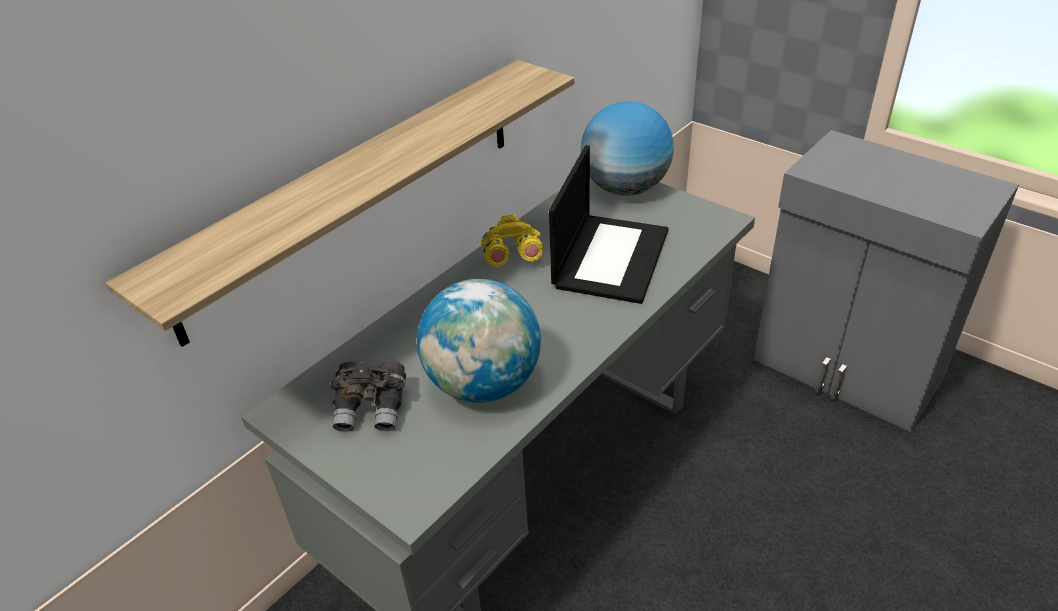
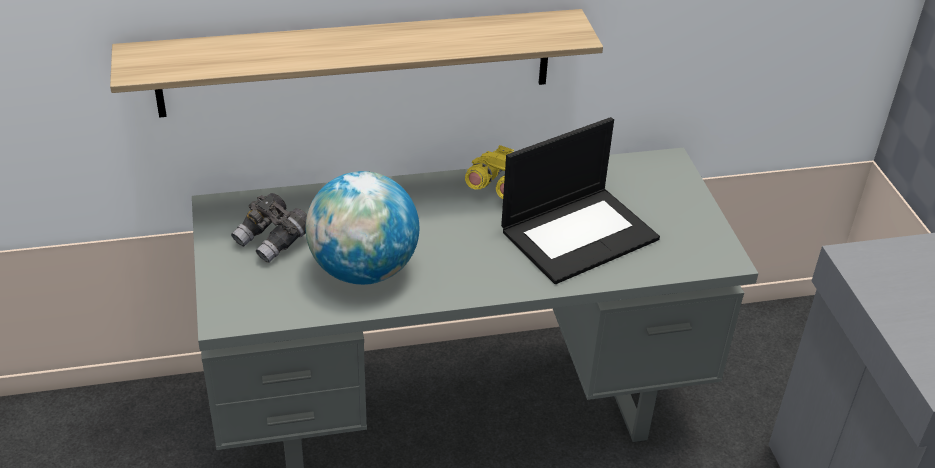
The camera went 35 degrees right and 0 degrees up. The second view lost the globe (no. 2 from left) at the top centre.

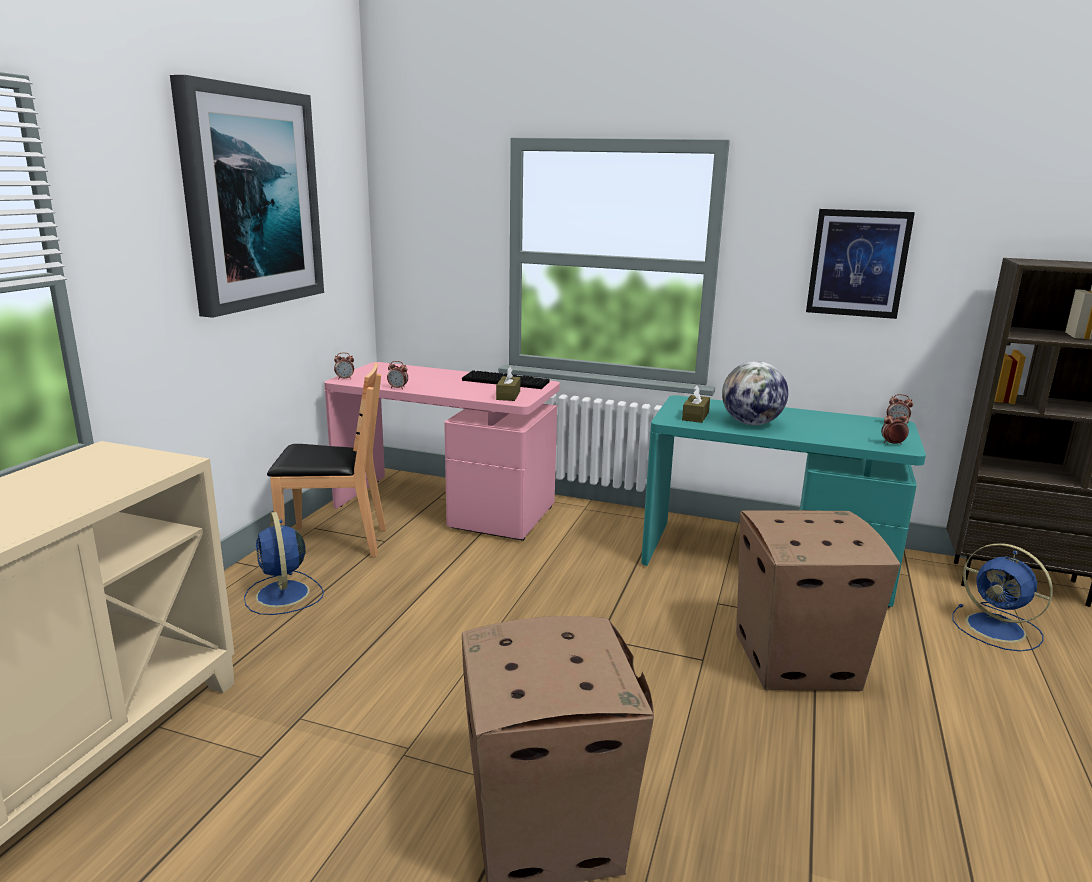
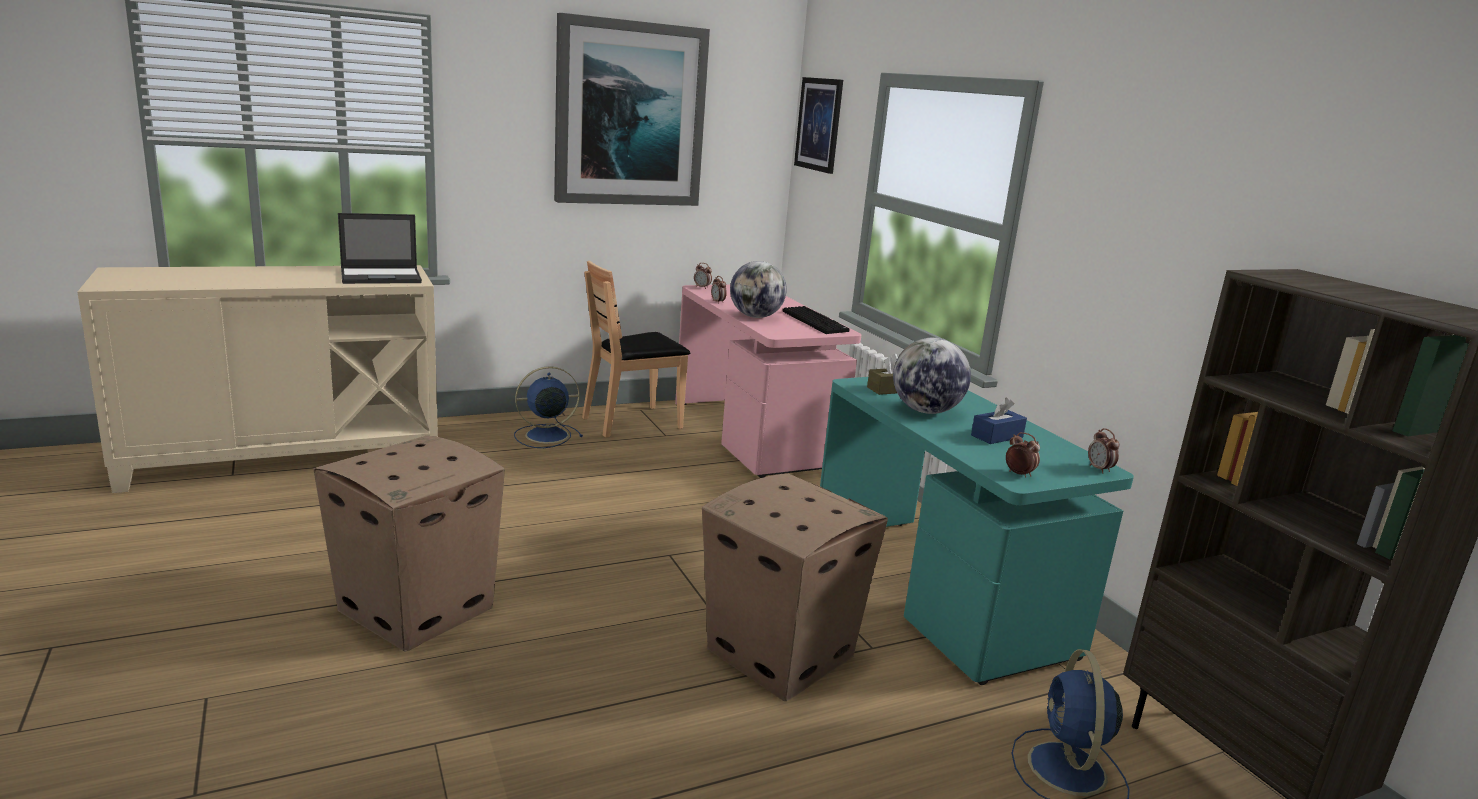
The camera went 45 degrees right and 0 degrees up. The second view lost the brown tissue box (no. 1 from left) at the centre. The second view gained the laptop at the top left. The second view gained the globe (no. 1 from left) at the centre. The second view gained the blue tissue box at the middle right. The picture (no. 2 from left) ended up elsewhere, having gone from the top right to the top centre. The blue fan (no. 1 from left) at the middle left ended up facing another way, 45 degrees clockwise from before. The brown chair at the middle left ended up facing another way, 105 degrees clockwise from before.

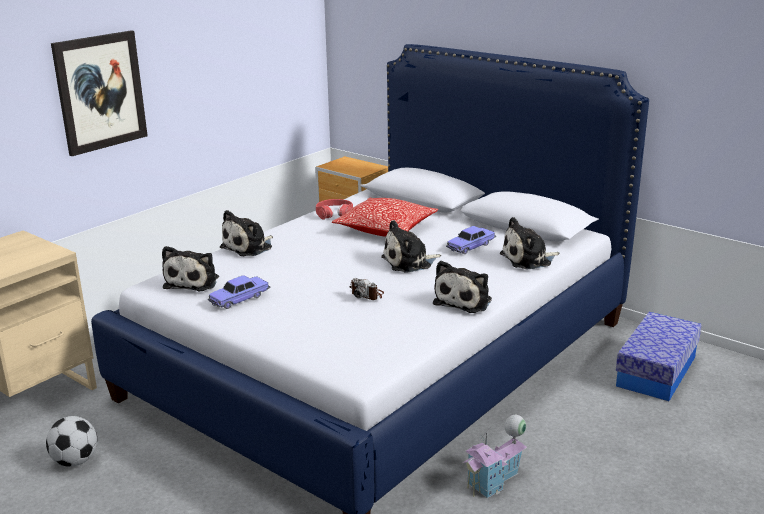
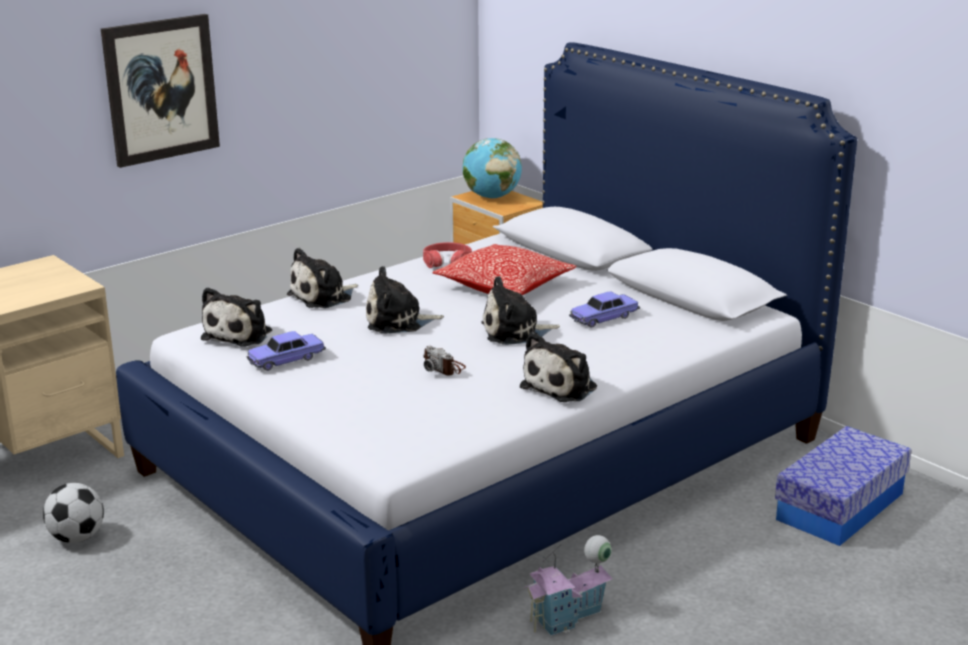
The camera went 10 degrees right and 0 degrees up. The second view gained the globe at the top centre. The plush toy (no. 5 from left in the first image) ended up elsewhere, having gone from the middle right to the centre.

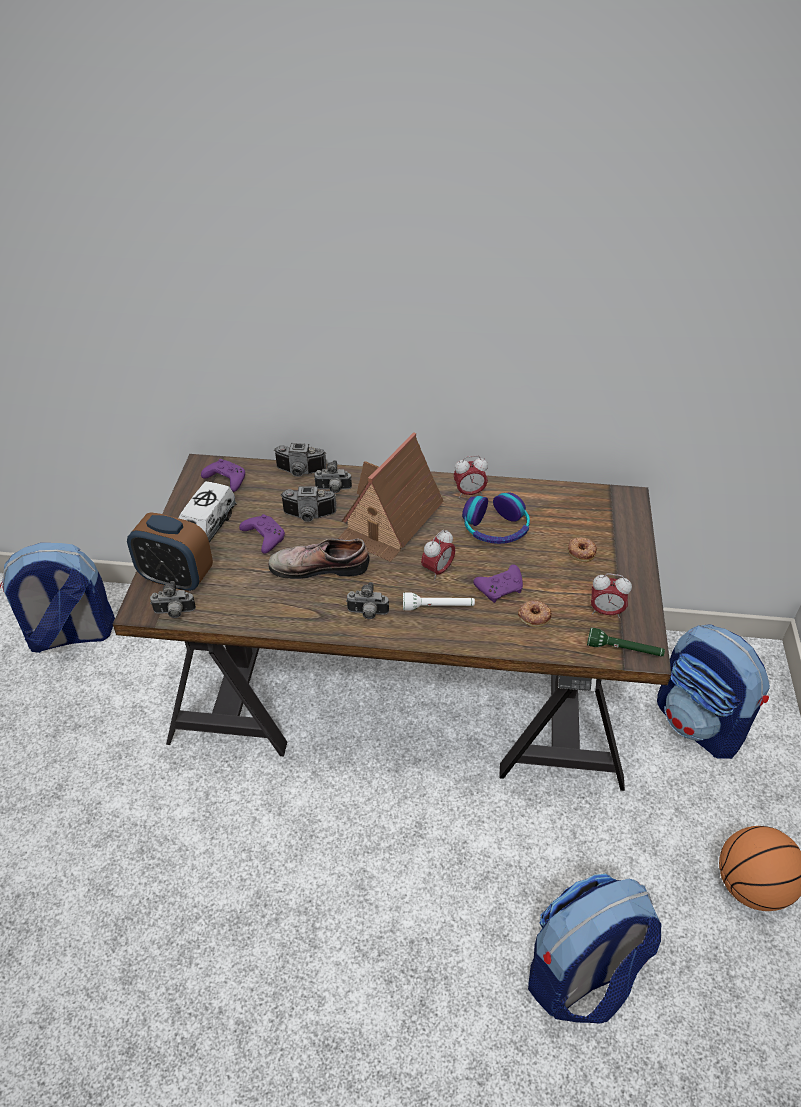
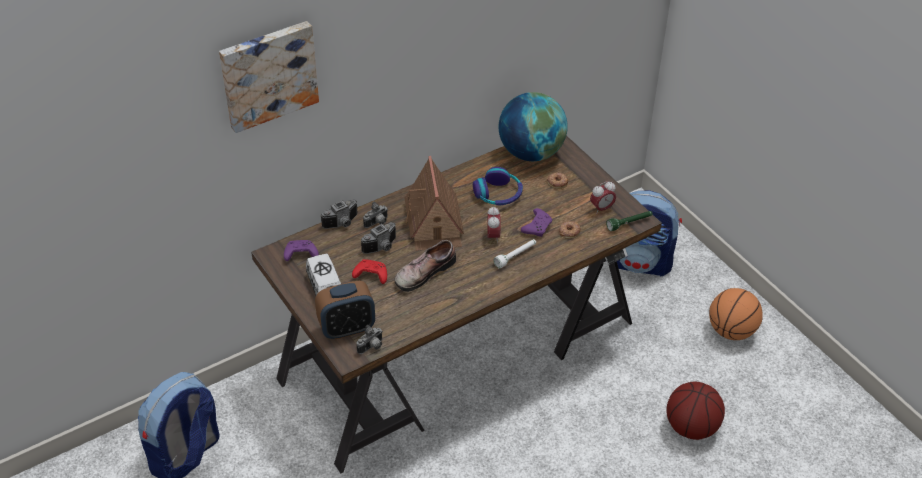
The camera went 40 degrees left and 0 degrees up. The second view lost the photo camera (no. 5 from left) at the centre. The second view lost the alarm clock (no. 3 from left) at the centre. The second view gained the picture at the top left. The second view gained the globe at the top centre. Where the backpack (no. 2 from left) stood at the bottom right, the basketball (no. 1 from left) came to stand at the bottom right. What was the purple game controller (no. 2 from left) at the middle left turned into the red game controller at the centre.

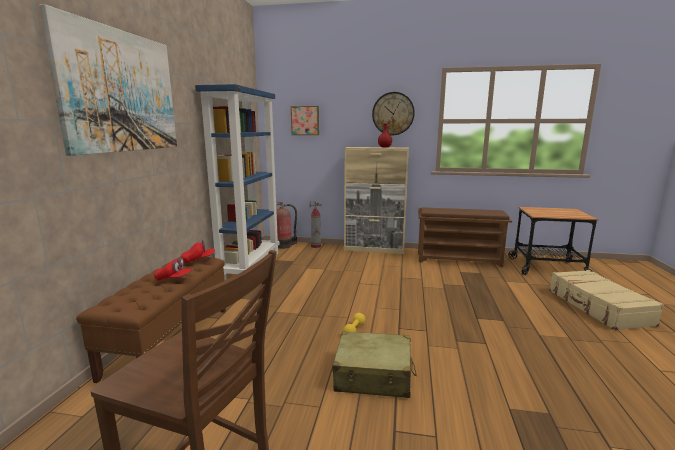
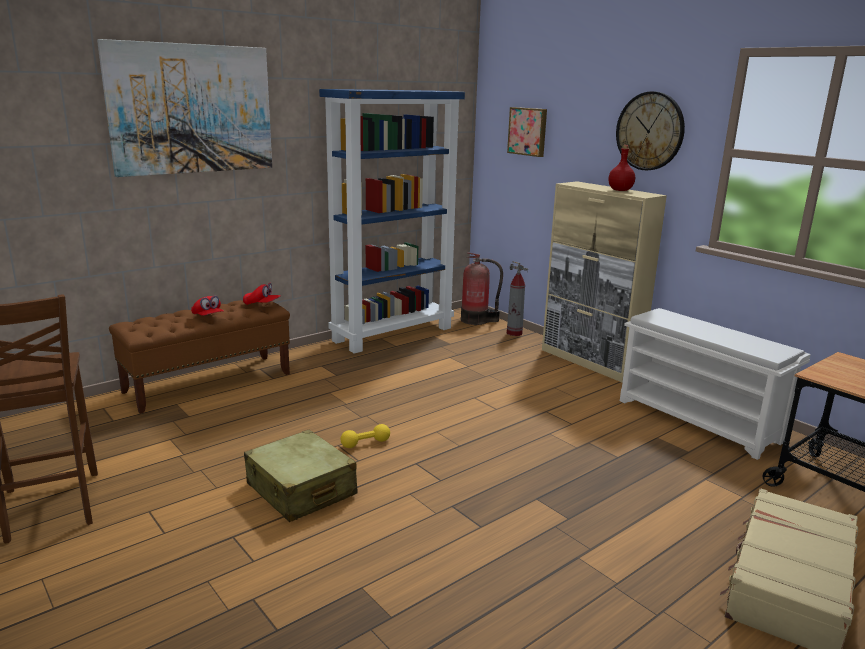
The camera went 40 degrees right and 5 degrees up. What was the brown shoe rack at the middle right turned into the white shoe rack at the middle right.

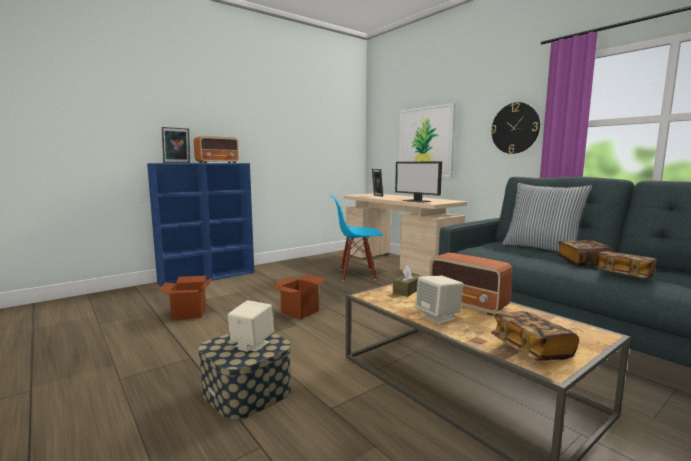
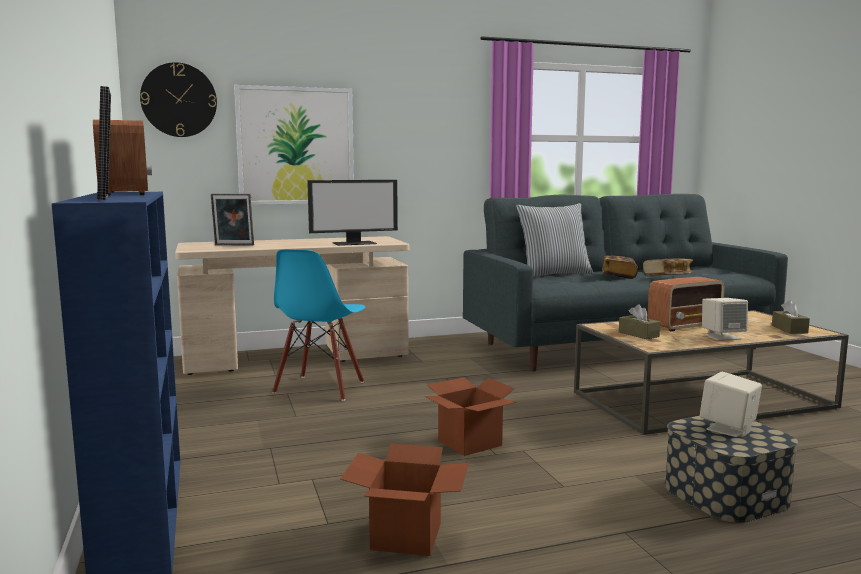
The camera went 70 degrees left and 0 degrees up. The wall clock ended up elsewhere, having gone from the top right to the top left. Where the book (no. 1 from left) stood at the bottom right, the brown tissue box (no. 2 from left) came to stand at the middle right.

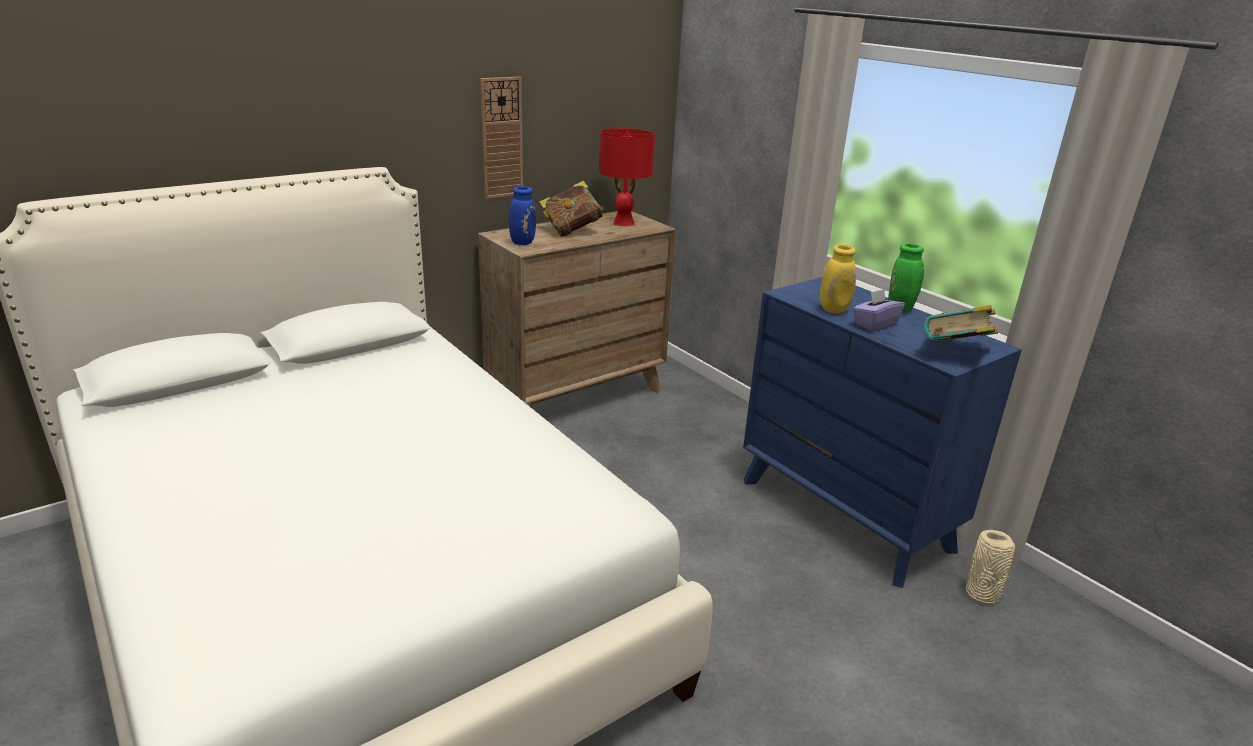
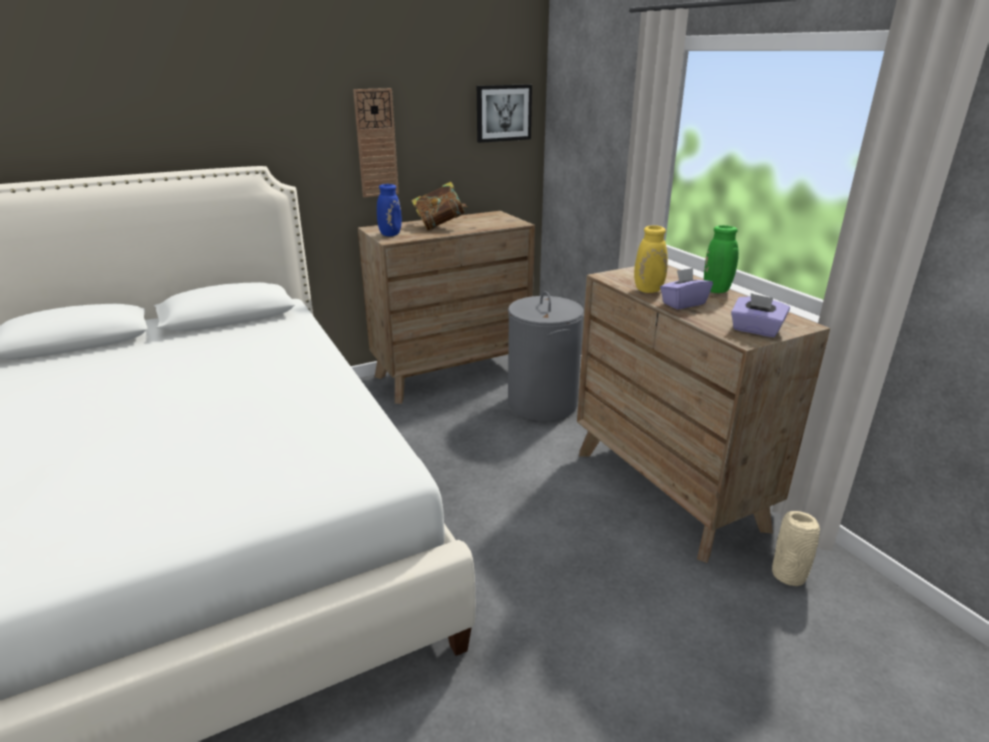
The camera went 10 degrees right and 0 degrees up. The second view lost the red table lamp at the top centre. The second view gained the picture at the top centre. The second view gained the grey laundry basket at the centre. Where the book (no. 2 from left) stood at the middle right, the purple tissue box (no. 2 from left) came to stand at the middle right. What was the blue dresser at the middle right turned into the brown dresser (no. 2 from left) at the middle right.

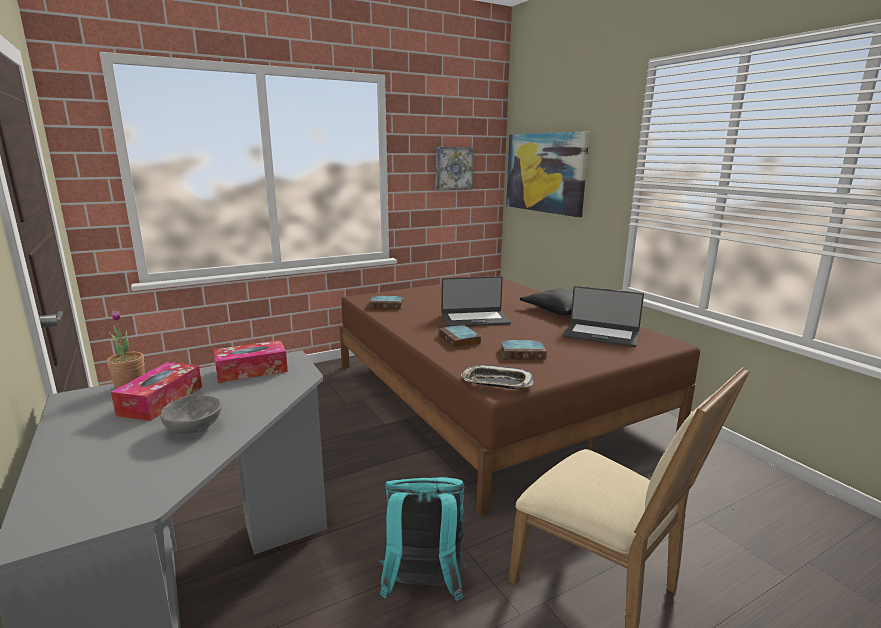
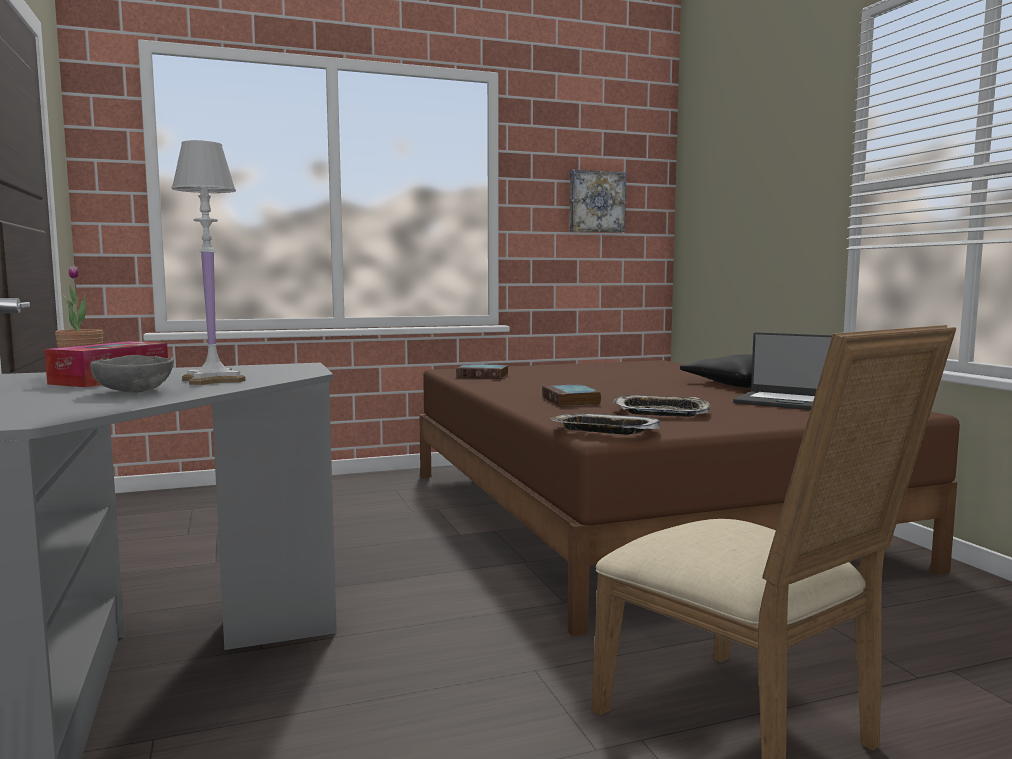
The camera went 10 degrees right and 10 degrees down. The second view lost the tissue box (no. 2 from left) at the middle left. The second view lost the turquoise backpack at the bottom centre. The second view lost the laptop (no. 1 from left) at the centre. The second view lost the picture (no. 2 from left) at the top centre. The second view gained the white table lamp at the middle left. Where the book (no. 3 from left) stood at the centre, the tray (no. 2 from left) came to stand at the centre.

